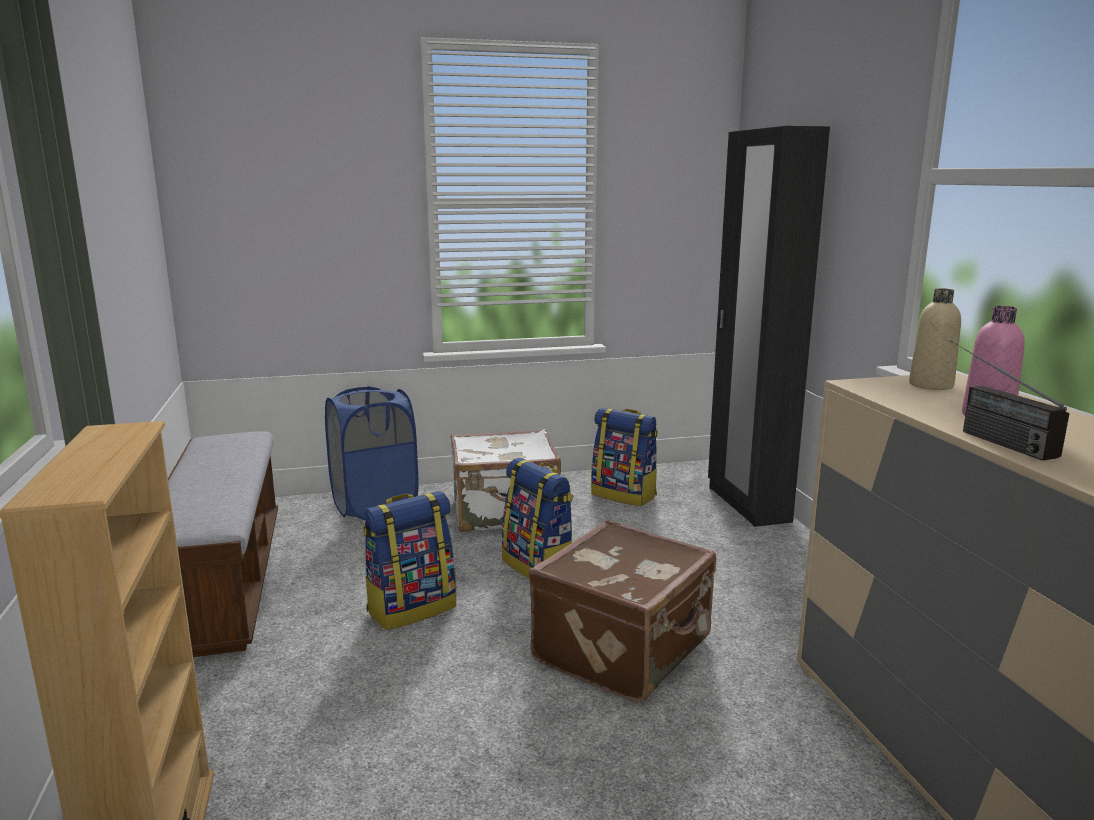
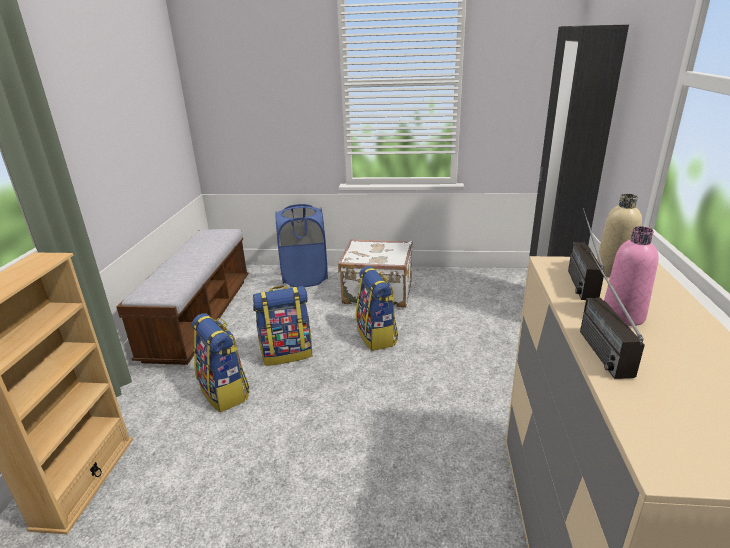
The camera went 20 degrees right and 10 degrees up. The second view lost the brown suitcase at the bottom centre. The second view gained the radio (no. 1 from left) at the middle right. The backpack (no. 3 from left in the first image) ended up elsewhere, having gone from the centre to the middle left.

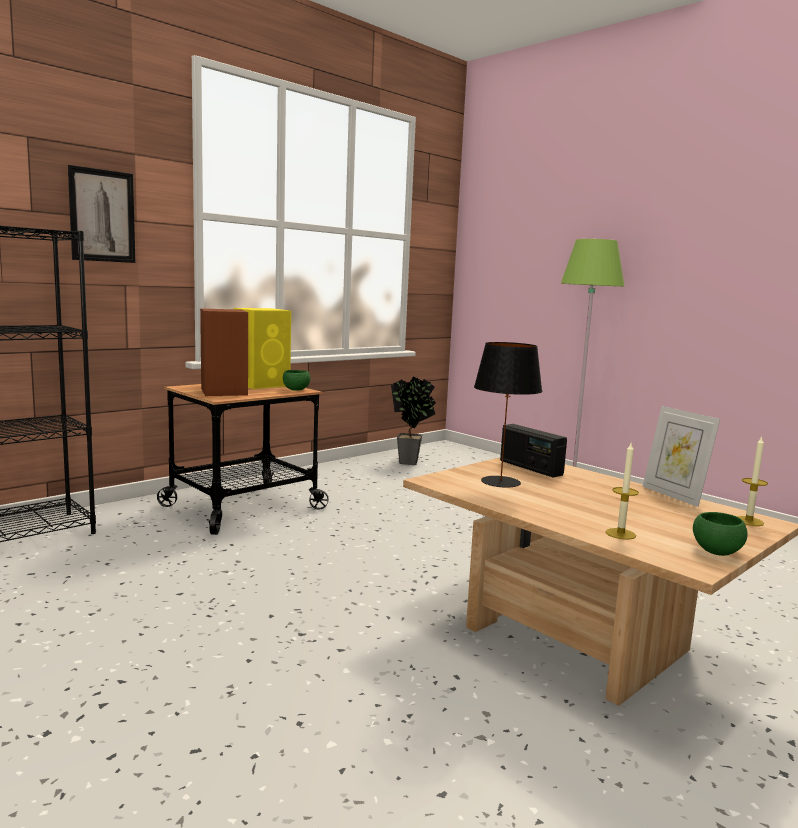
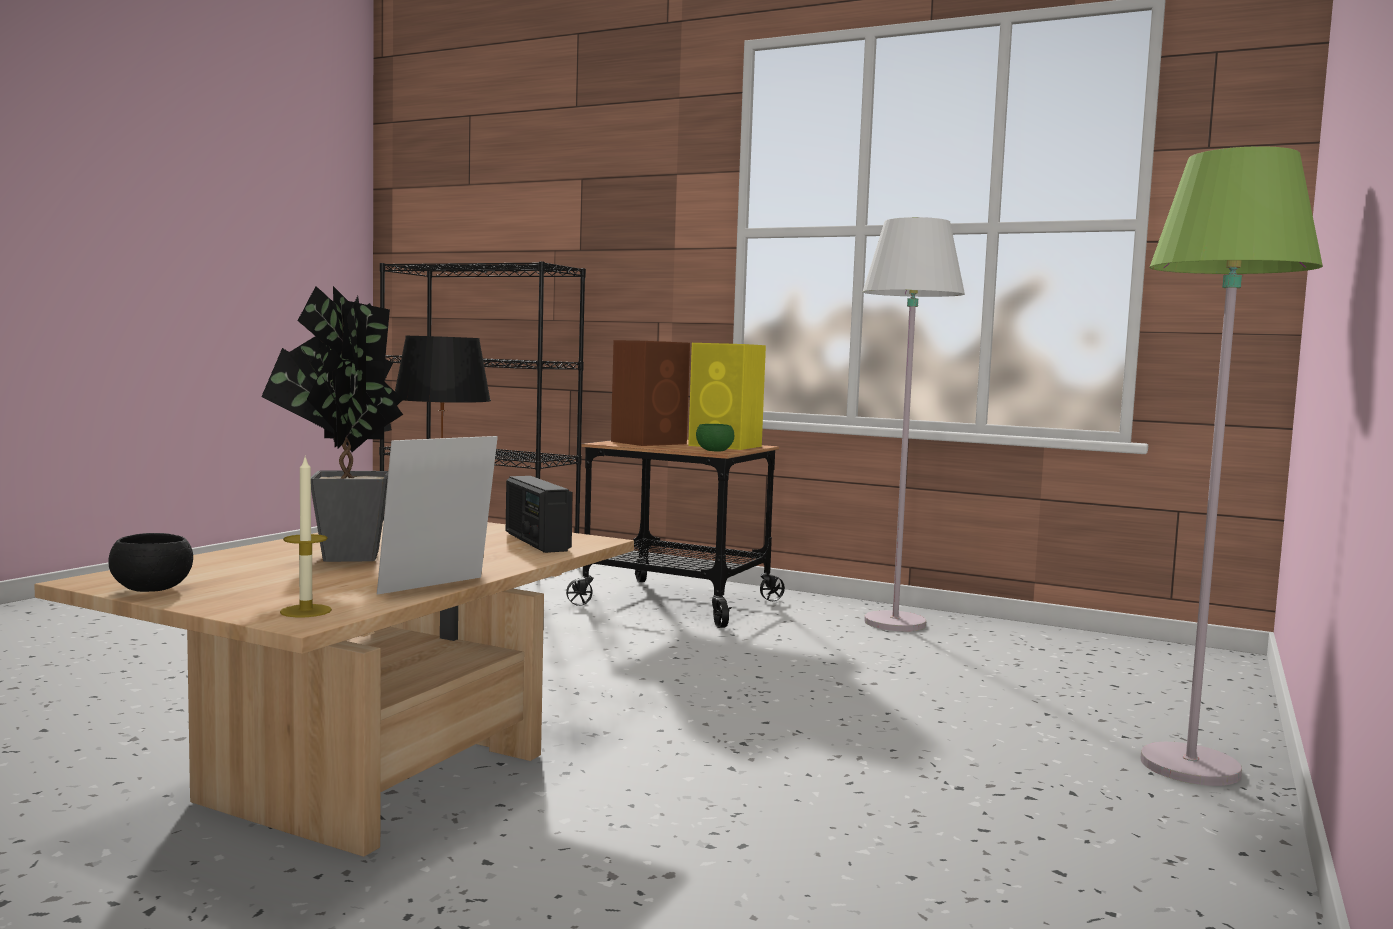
The camera went 70 degrees right and 5 degrees down. The second view lost the picture at the top left. The second view lost the candle (no. 1 from left) at the middle right. The second view gained the white floor lamp at the centre. The potted plant ended up elsewhere, having gone from the centre to the middle left. What was the green bowl (no. 2 from left) at the middle right turned into the black bowl at the middle left. The radio at the middle right ended up facing another way, 60 degrees counterclockwise from before.

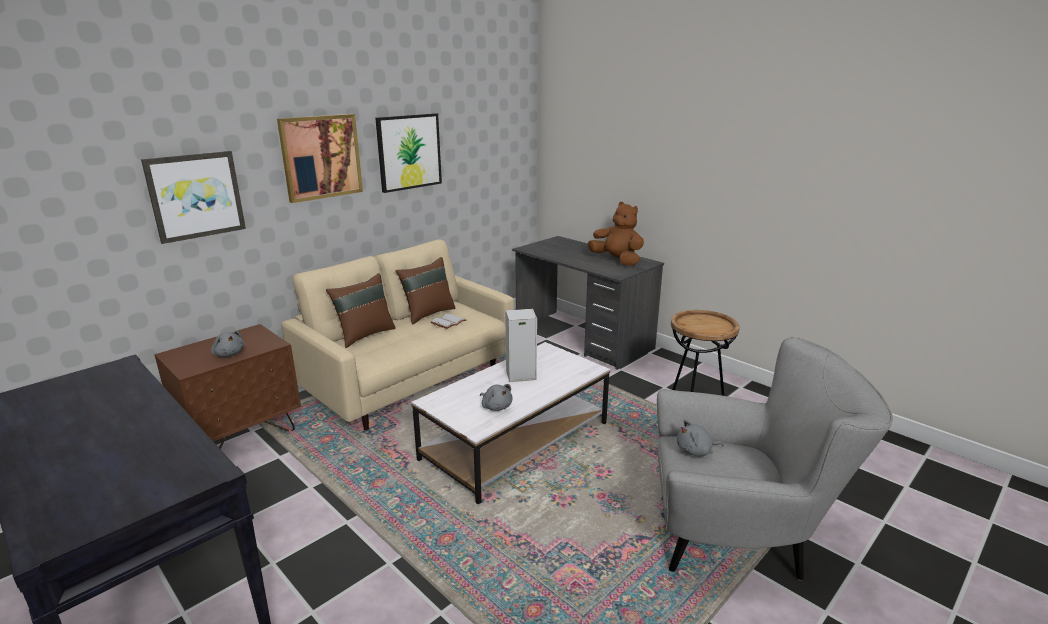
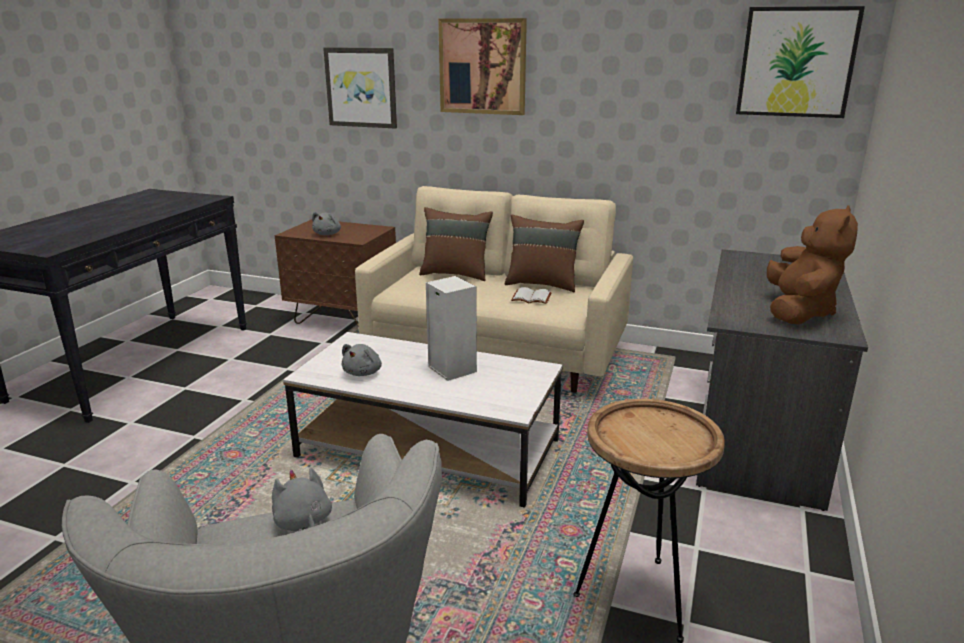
The camera went 65 degrees right and 0 degrees up. The picture (no. 3 from left) ended up elsewhere, having gone from the top centre to the top right.

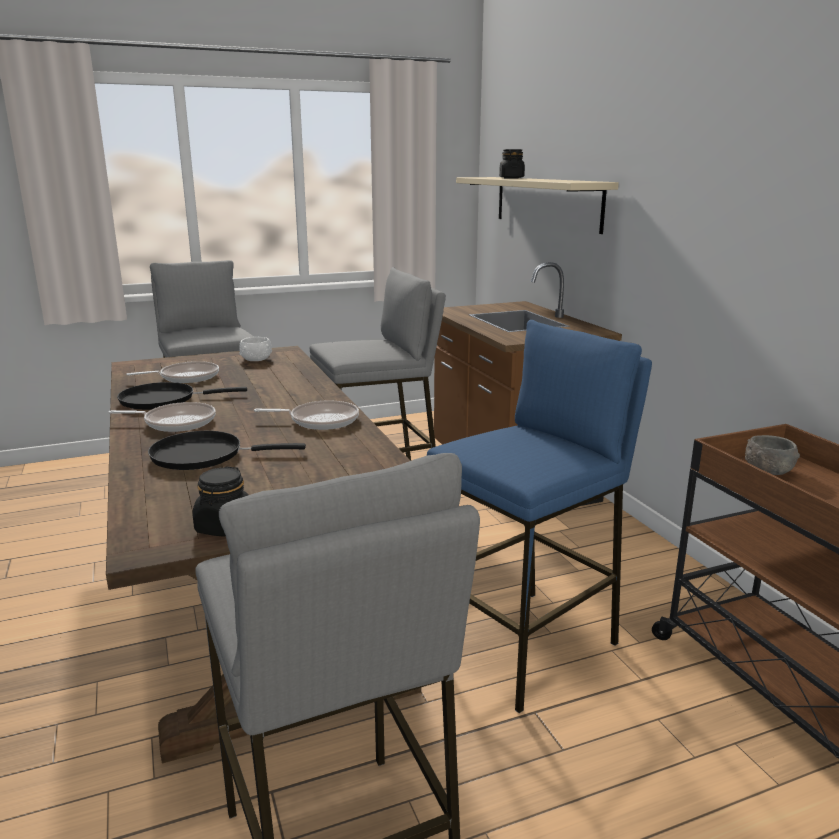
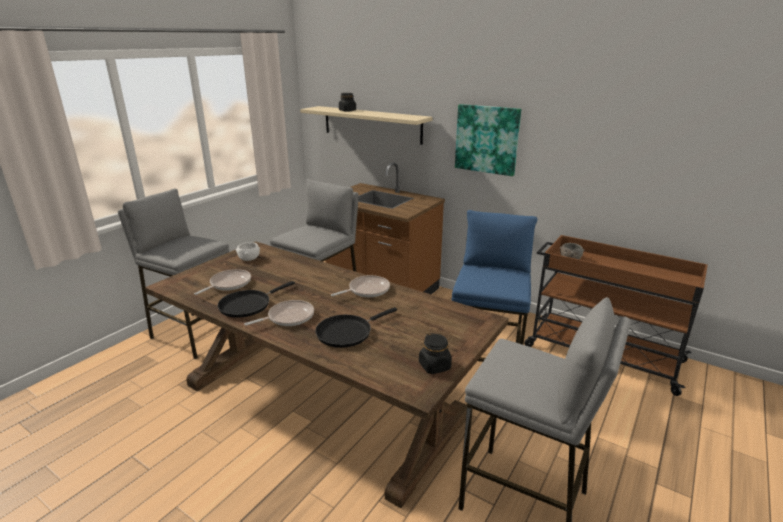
The camera went 35 degrees left and 5 degrees up. The second view gained the picture at the top centre.

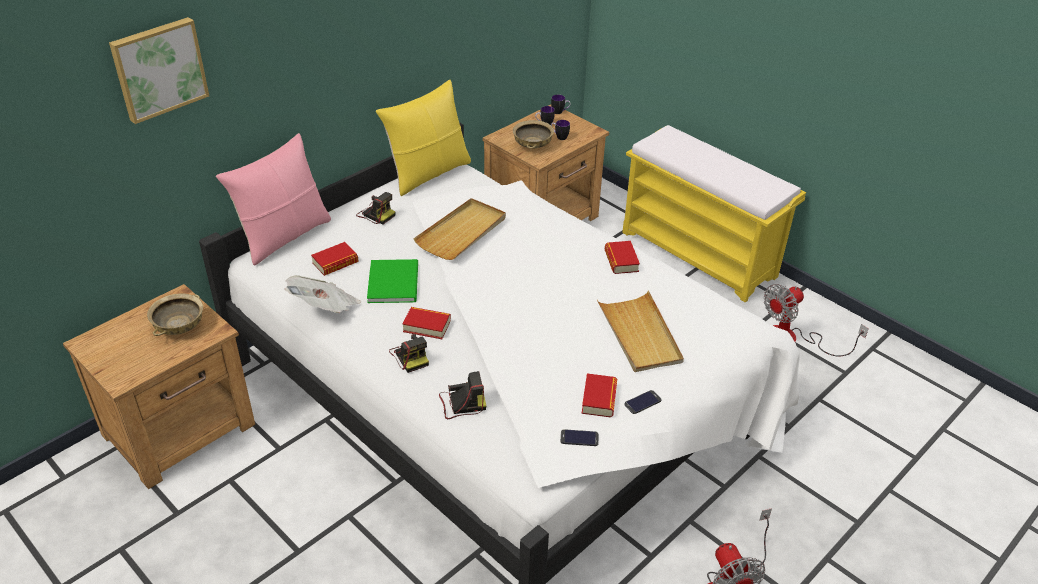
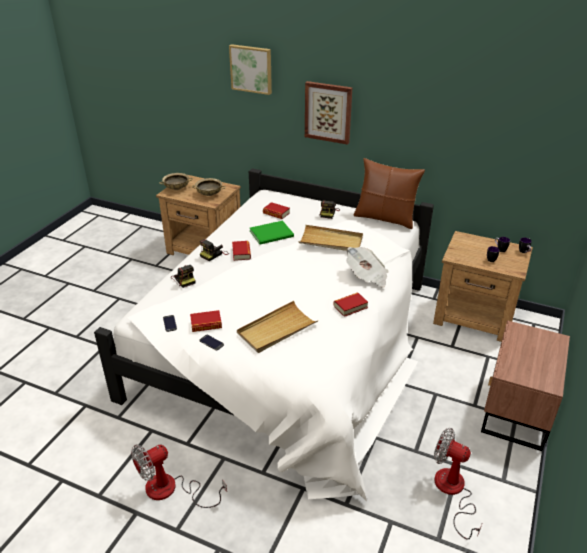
The camera went 70 degrees right and 5 degrees down. The second view lost the pink pillow at the middle left. The second view gained the picture (no. 2 from left) at the top centre. The newspaper ended up elsewhere, having gone from the middle left to the centre. The beige bowl (no. 2 from left in the first image) ended up elsewhere, having gone from the top centre to the top left. Where the yellow bench stood at the middle right, the brown nightstand (no. 3 from left) came to stand at the bottom right. What was the yellow pillow at the top centre turned into the brown pillow at the centre.

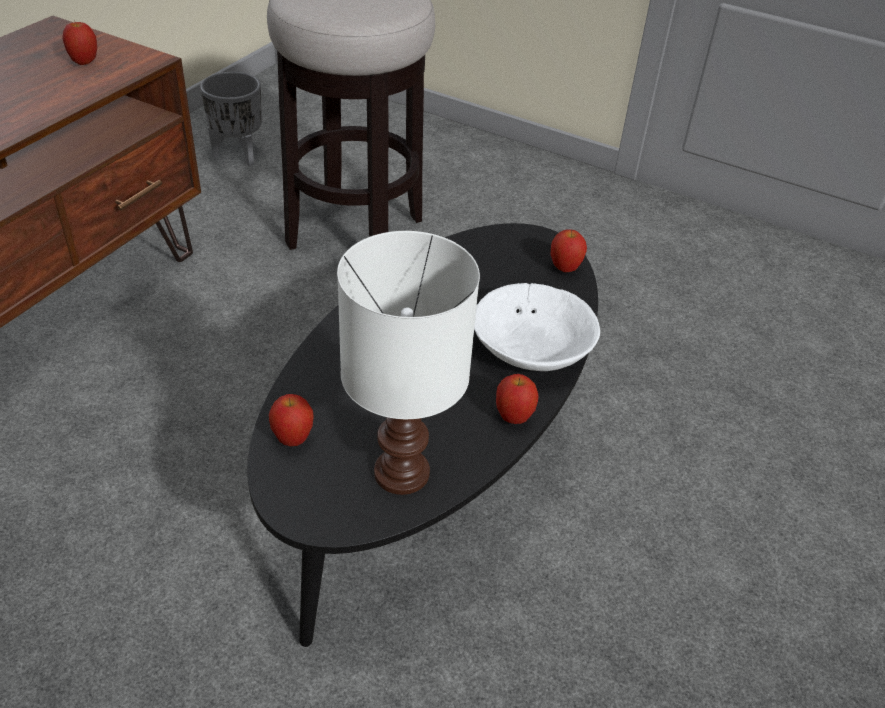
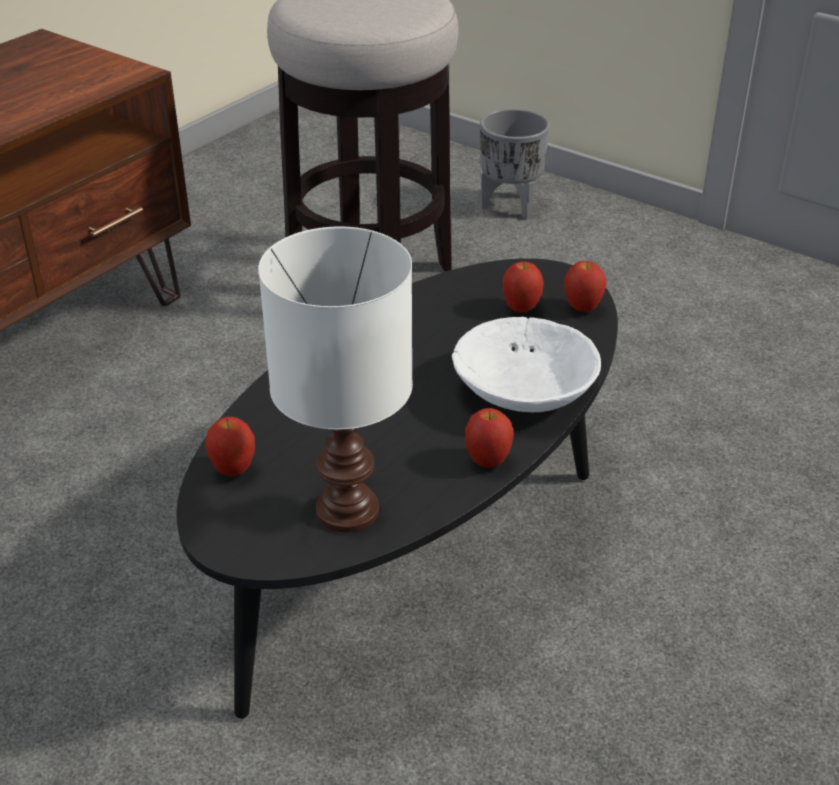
The camera went 10 degrees right and 5 degrees down. The apple (no. 1 from left in the first image) ended up elsewhere, having gone from the top left to the centre. The grey planter ended up elsewhere, having gone from the top left to the top centre.

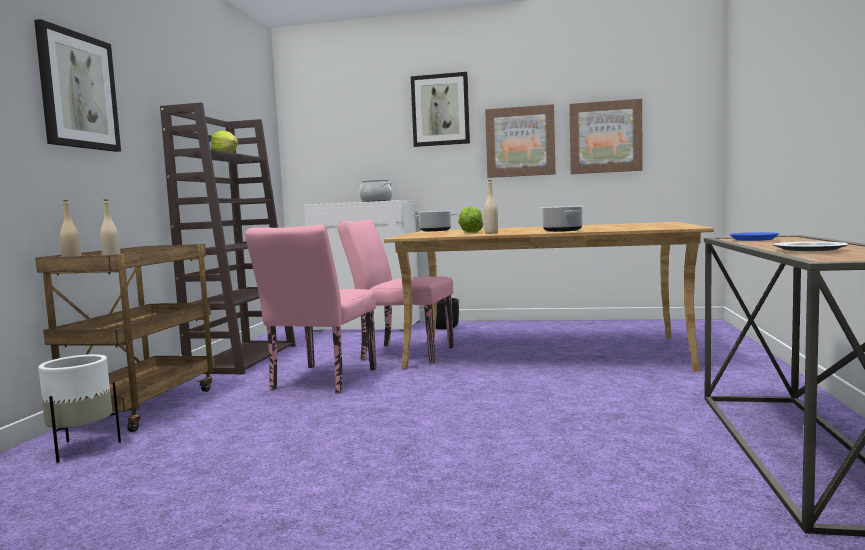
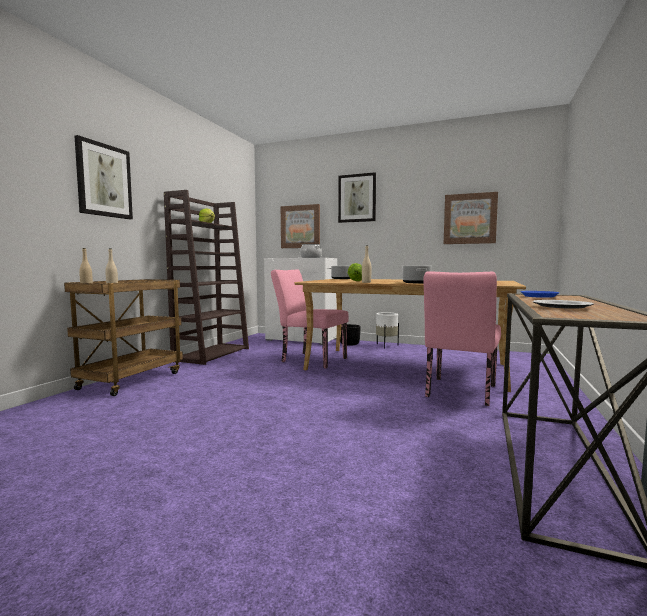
The camera went 10 degrees right and 0 degrees up. The white planter ended up elsewhere, having gone from the bottom left to the centre. The pink chair (no. 1 from left in the first image) ended up elsewhere, having gone from the centre to the middle right. The picture (no. 3 from left in the first image) ended up elsewhere, having gone from the top centre to the centre.

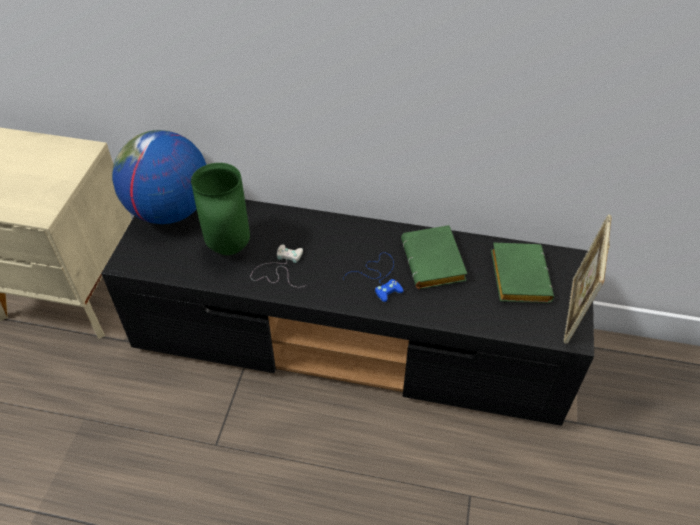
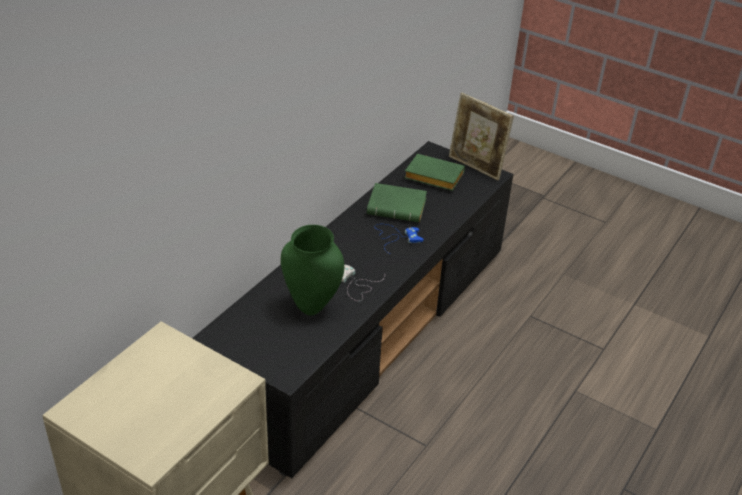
The camera went 70 degrees left and 10 degrees down. The second view lost the globe at the middle left.

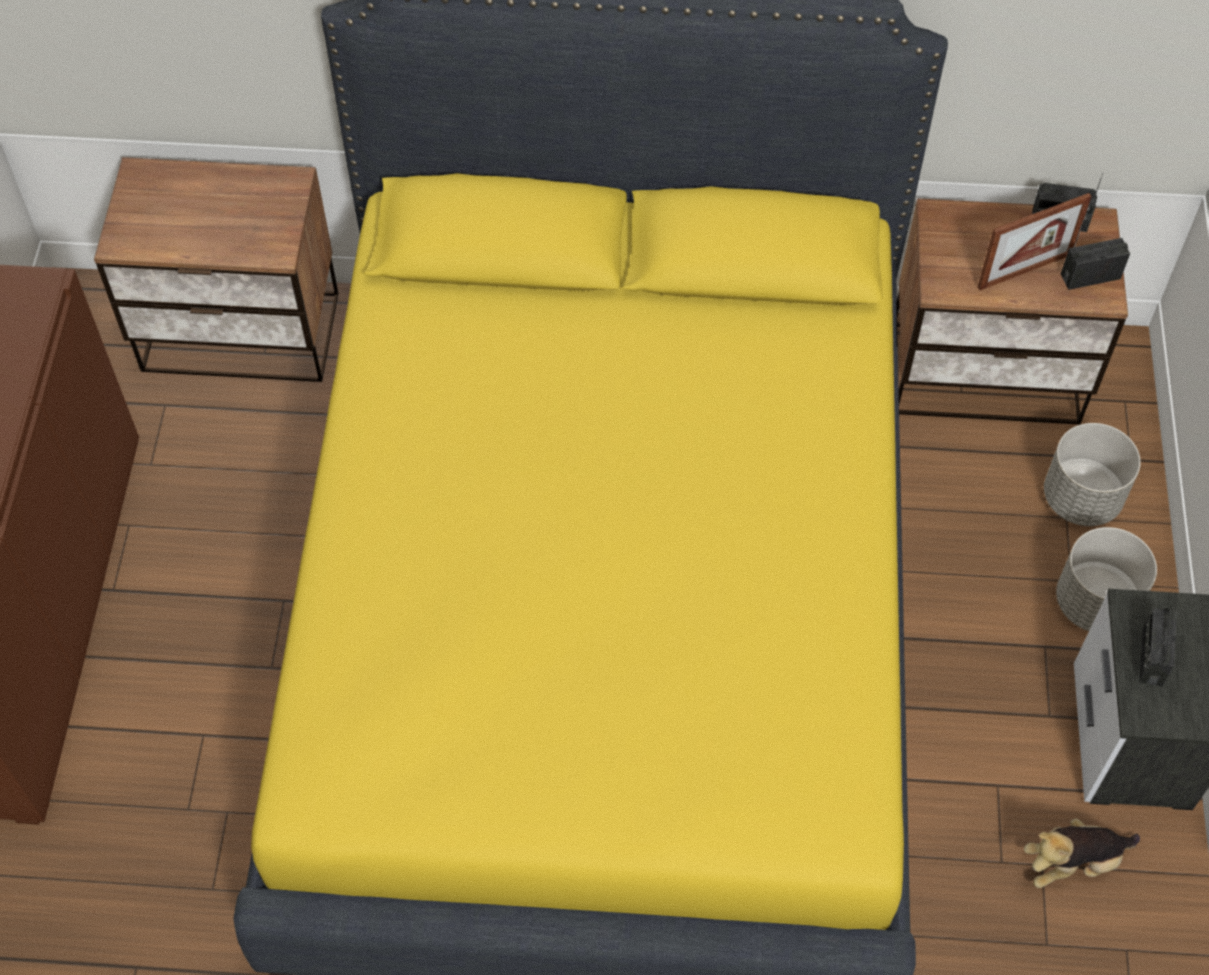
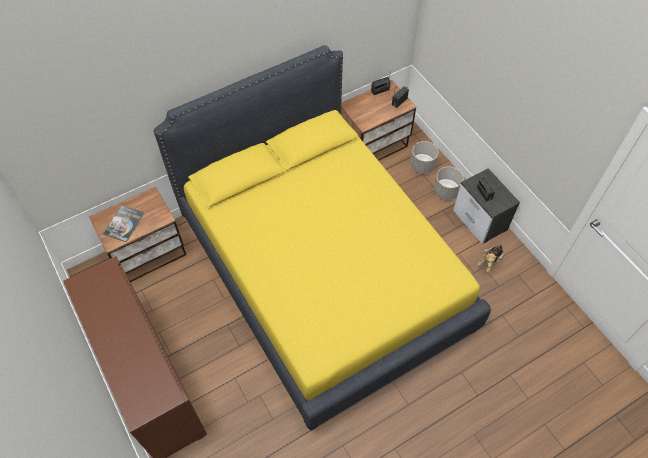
The camera went 35 degrees left and 0 degrees up. The second view lost the picture frame at the top right. The second view gained the book at the middle left.

